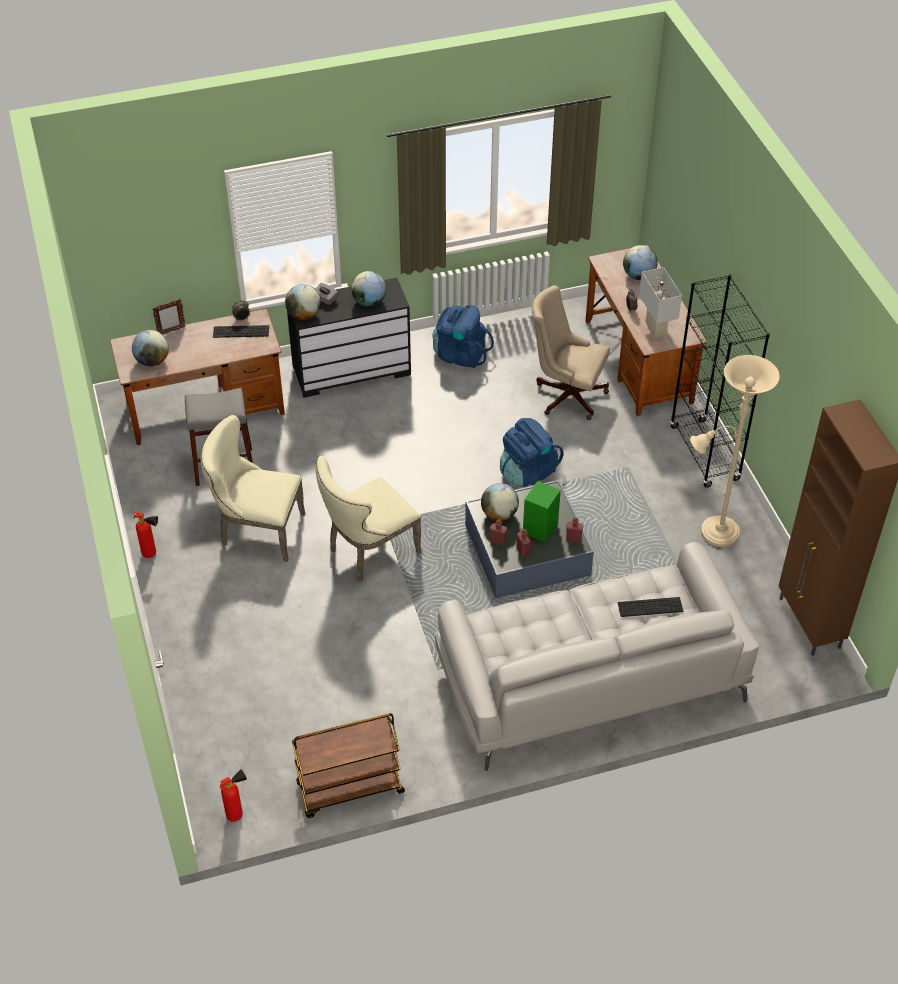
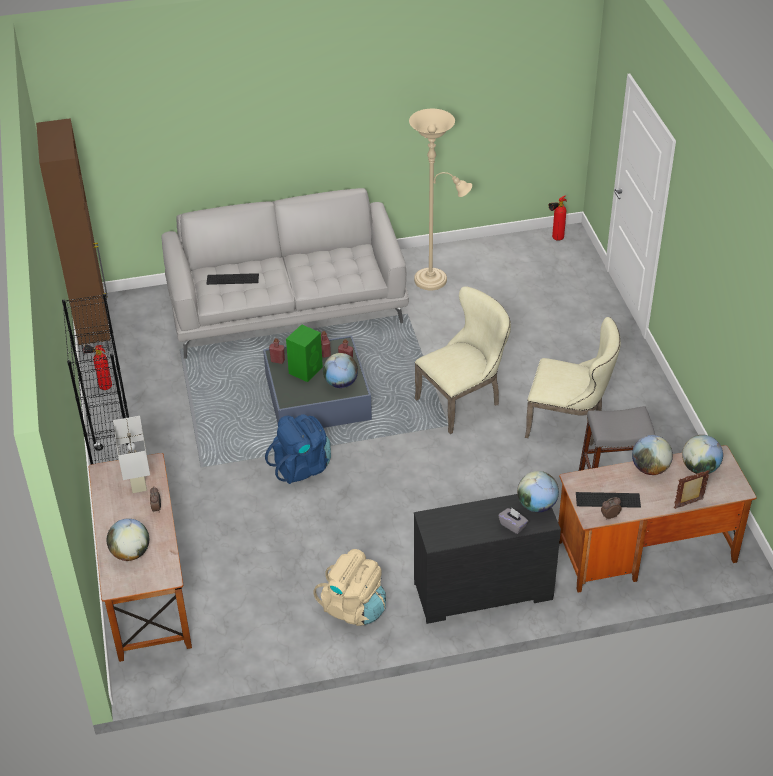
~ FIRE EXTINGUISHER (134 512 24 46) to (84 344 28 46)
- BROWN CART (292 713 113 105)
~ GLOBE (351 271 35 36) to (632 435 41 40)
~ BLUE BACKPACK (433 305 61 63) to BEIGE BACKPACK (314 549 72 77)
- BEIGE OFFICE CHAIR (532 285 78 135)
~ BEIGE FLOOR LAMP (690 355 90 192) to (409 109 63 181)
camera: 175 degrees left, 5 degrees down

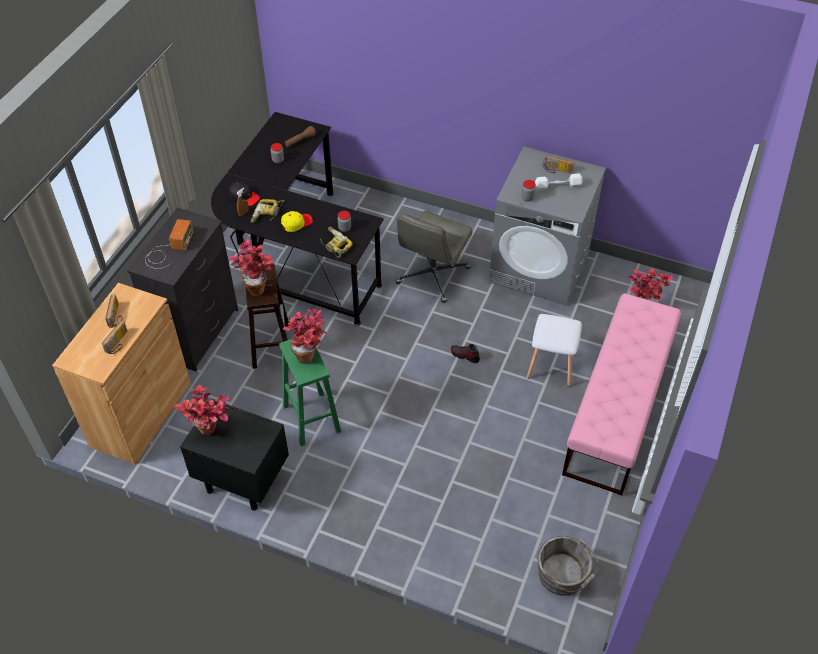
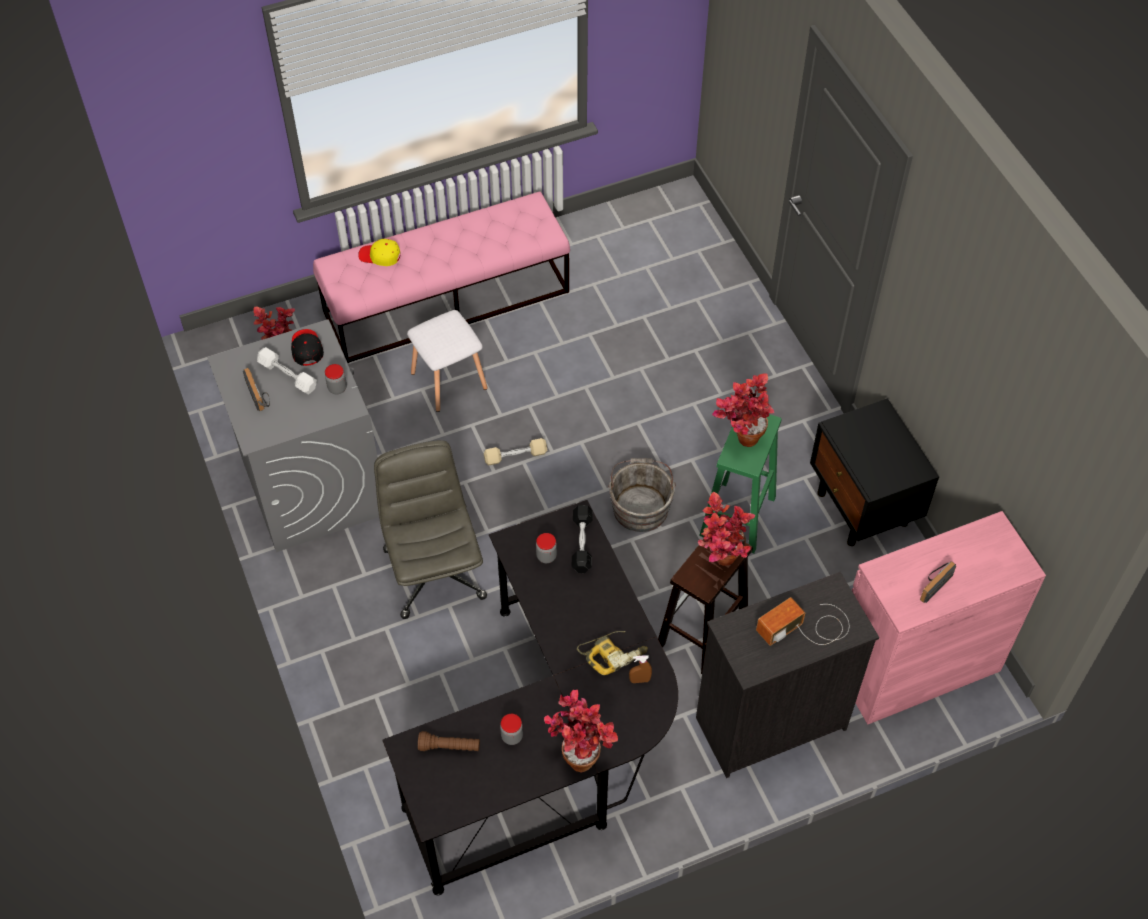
~ BROWN CABINET (52 283 139 182) to PINK CABINET (852 511 194 213)
- RADIO (102 321 25 33)
~ POTTED PLANT (174 385 56 50) to (544 690 74 83)
~ BLACK CAP (230 181 30 25) to (291 329 33 37)
~ YELLOW CAP (281 211 32 21) to (358 239 43 27)
~ POWER DRILL (320 227 33 31) to BLACK DUMBBELL (572 505 21 68)
~ GREY OFFICE CHAIR (396 211 77 92) = (374 440 113 179) 90 degrees counterclockwise
~ SHOE (451 344 29 19) to BEIGE DUMBBELL (484 438 63 28)
~ GREY BUCKET (537 536 62 60) to (608 458 68 74)
camera: 135 degrees left, 5 degrees up

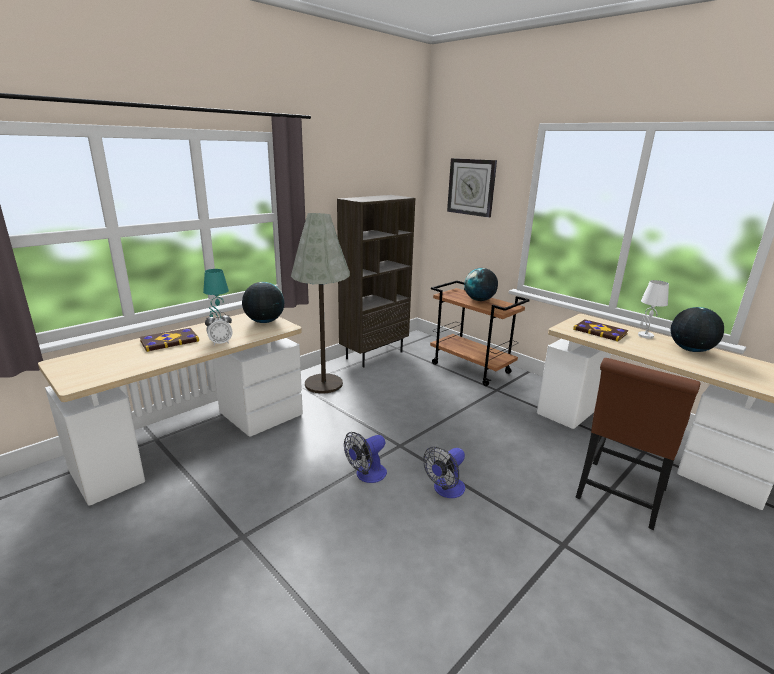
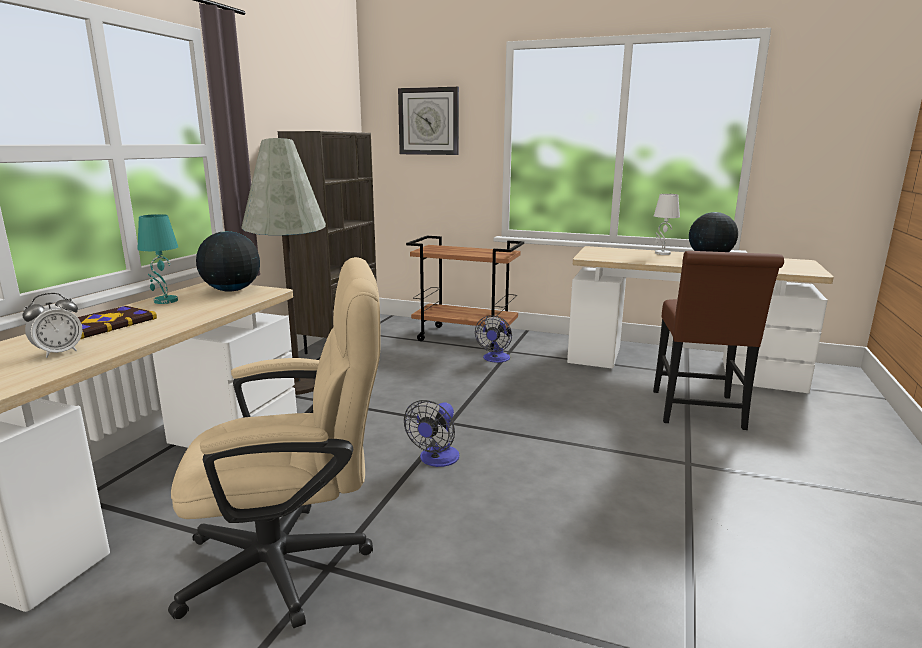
~ ALARM CLOCK (205 312 27 33) to (22 293 61 65)
~ FAN (423 447 42 51) to (475 315 37 48)
- GLOBE (464 268 34 33)
- BOOK (573 319 55 22)
+ BEIGE OFFICE CHAIR (168 257 213 371)
camera: 25 degrees left, 5 degrees down

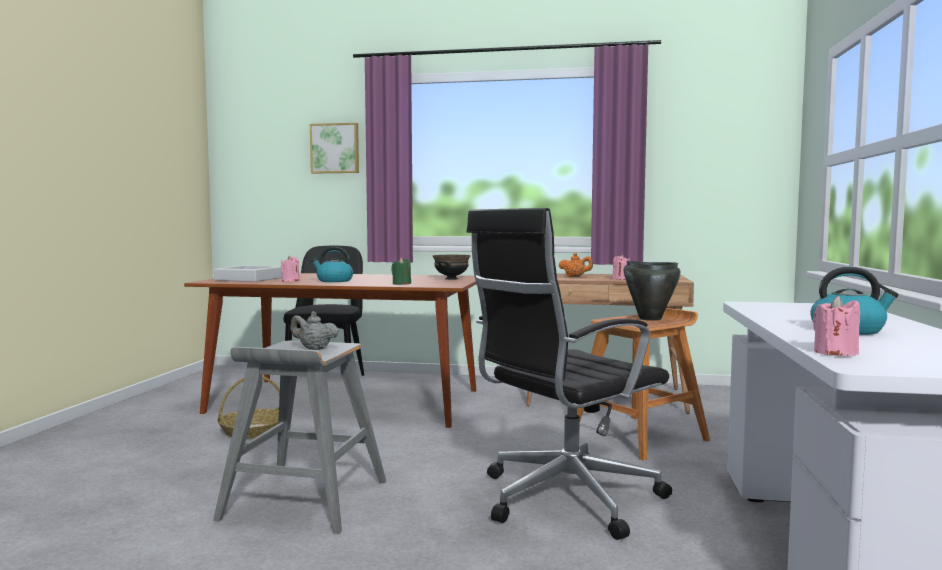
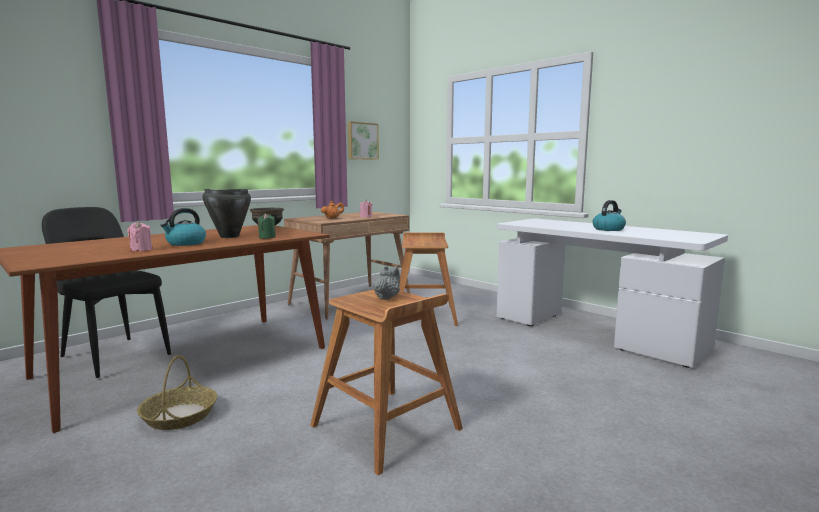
~ GREY STOOL (213 341 173 193) to BROWN STOOL (310 290 153 185)
- GREY TRAY (214 266 68 16)
~ GREY TEAPOT (290 311 49 39) = (374 265 26 35) 150 degrees clockwise
~ PICTURE (310 123 49 51) to (348 121 31 39)
- BLACK OFFICE CHAIR (466 208 206 332)
~ BLACK COOKING POT (624 261 57 60) to (203 189 48 49)
- PINK CANDLE (813 296 47 60)
camera: 55 degrees left, 5 degrees up

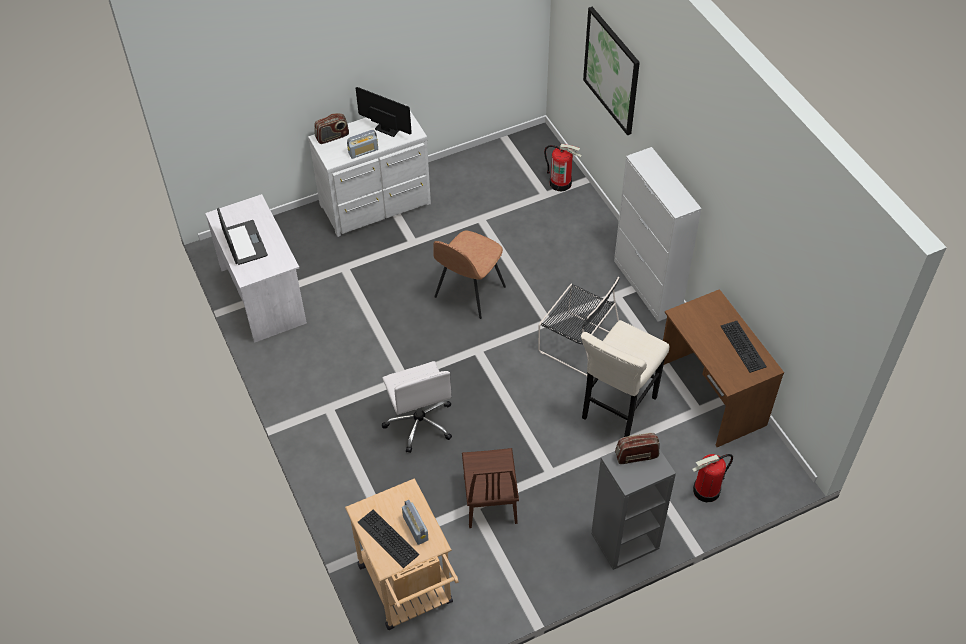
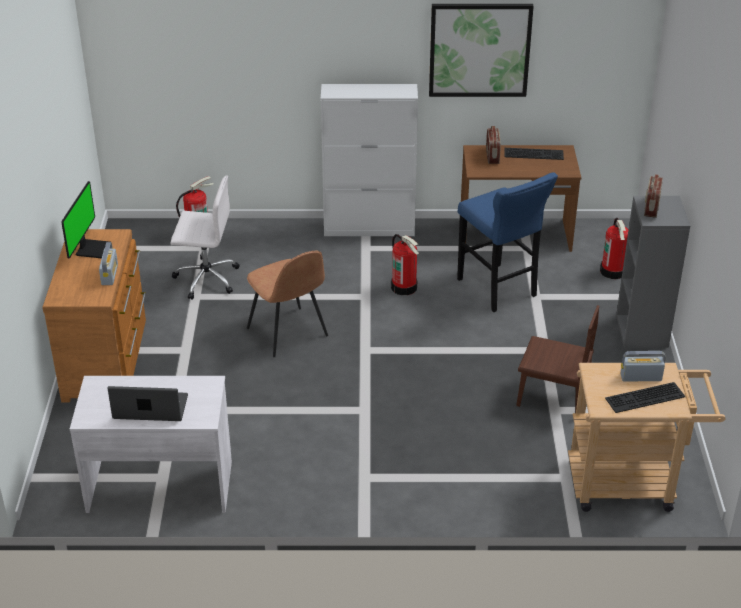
~ WHITE DRESSER (308 105 123 132) to BROWN DRESSER (42 229 104 174)
~ RADIO (314 113 35 31) to (486 126 15 38)
~ MONITOR (356 87 56 50) = (62 181 47 78) 135 degrees clockwise
~ WHITE OFFICE CHAIR (382 361 70 92) to (170 175 69 125)
~ BLACK CHAIR (538 277 82 100) to FIRE EXTINGUISHER (391 234 29 61)
~ BEIGE STOOL (581 320 88 117) to BLUE STOOL (457 172 101 140)
~ PICTURE (583 7 57 129) to (429 4 105 93)
camera: 65 degrees left, 15 degrees down

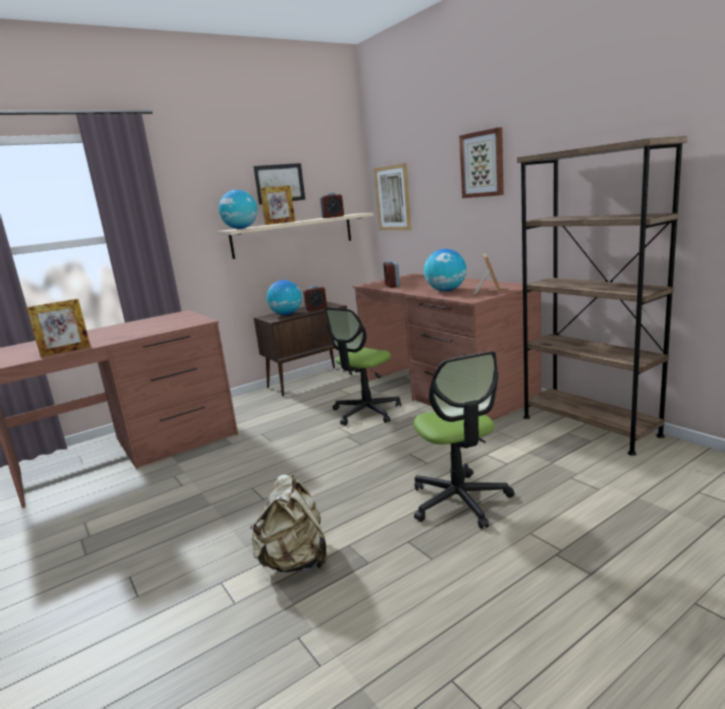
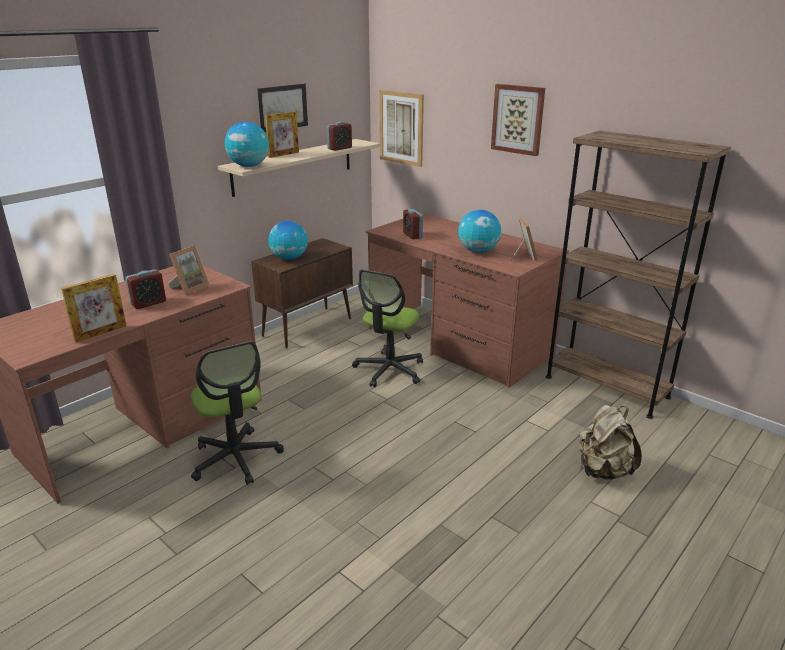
~ BEIGE BACKPACK (250 474 77 98) to (579 405 63 75)
~ ALARM CLOCK (302 286 25 25) to (125 269 41 40)
~ OFFICE CHAIR (413 351 101 178) to (191 341 93 144)
+ PICTURE FRAME (168 245 42 50)
camera: 15 degrees left, 10 degrees up

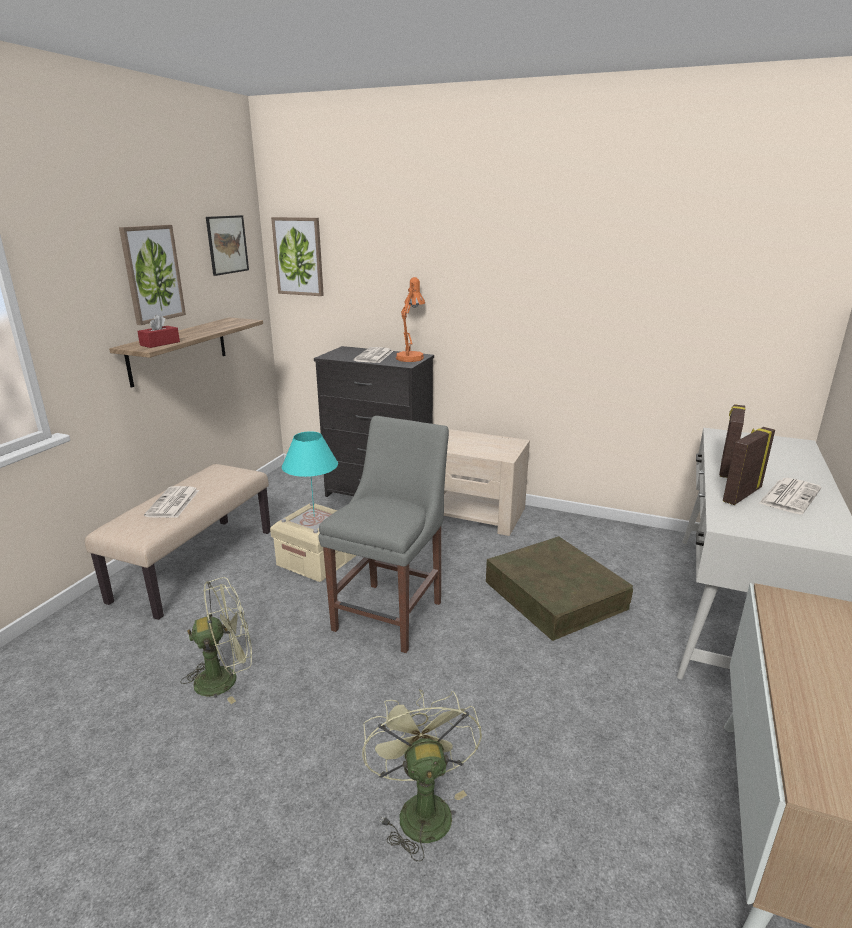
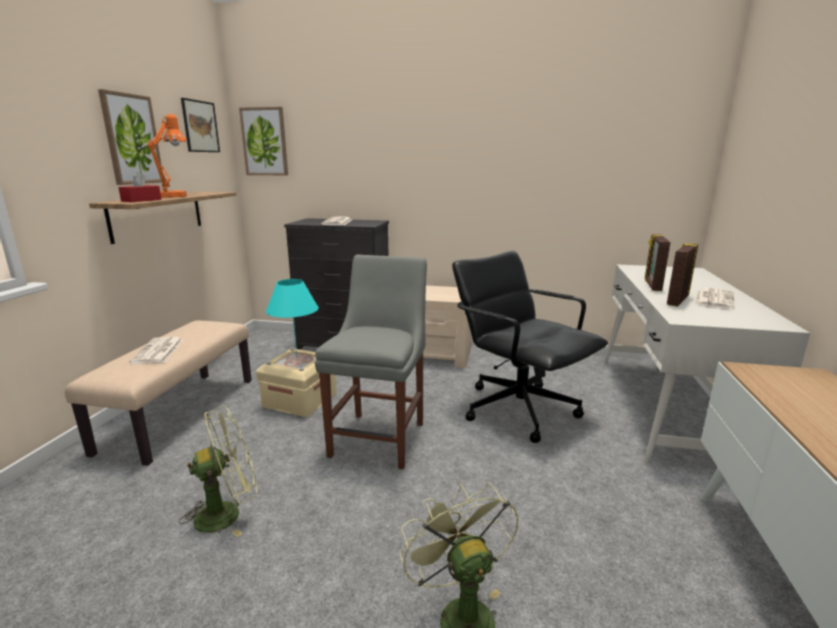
~ ORANGE TABLE LAMP (396 277 29 85) to (147 114 40 84)
~ BROWN STORAGE BOX (486 536 147 105) to BLACK OFFICE CHAIR (452 251 156 192)
camera: 10 degrees left, 5 degrees down

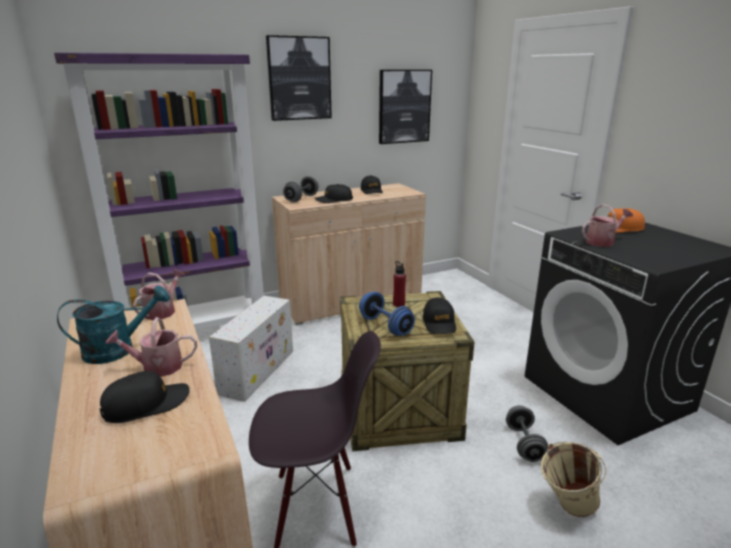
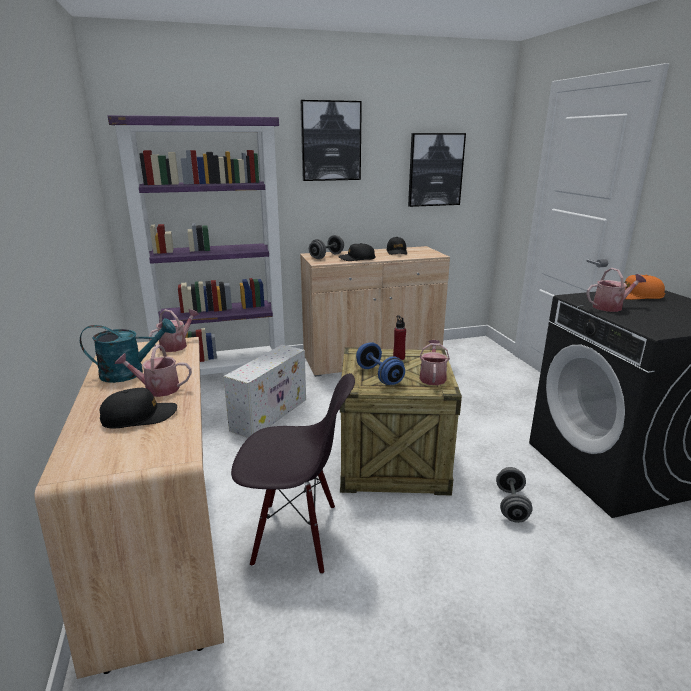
~ BLACK CAP (423 297 33 37) to WATERING CAN (419 340 31 45)
- BEIGE BUCKET (541 442 65 75)
camera: 10 degrees right, 0 degrees up

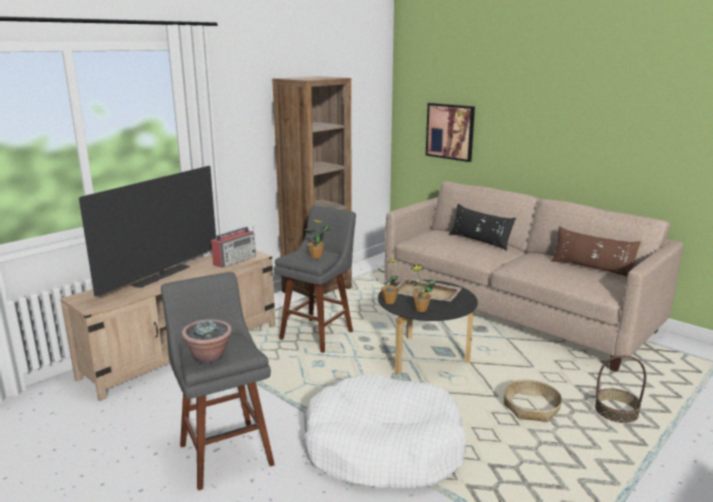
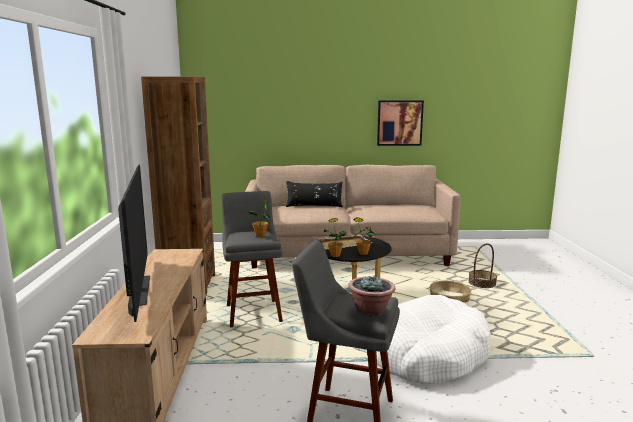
- RADIO (211 227 45 41)
~ PICTURE (426 103 49 59) to (377 100 47 46)
- BROWN PILLOW (551 226 90 51)
camera: 45 degrees left, 5 degrees down

